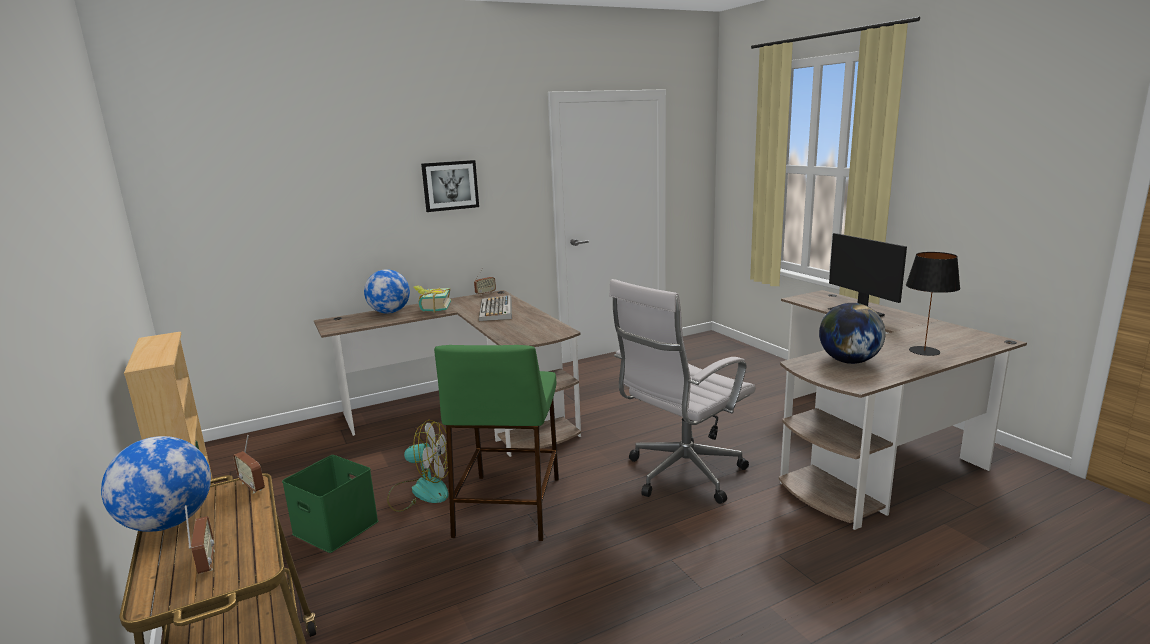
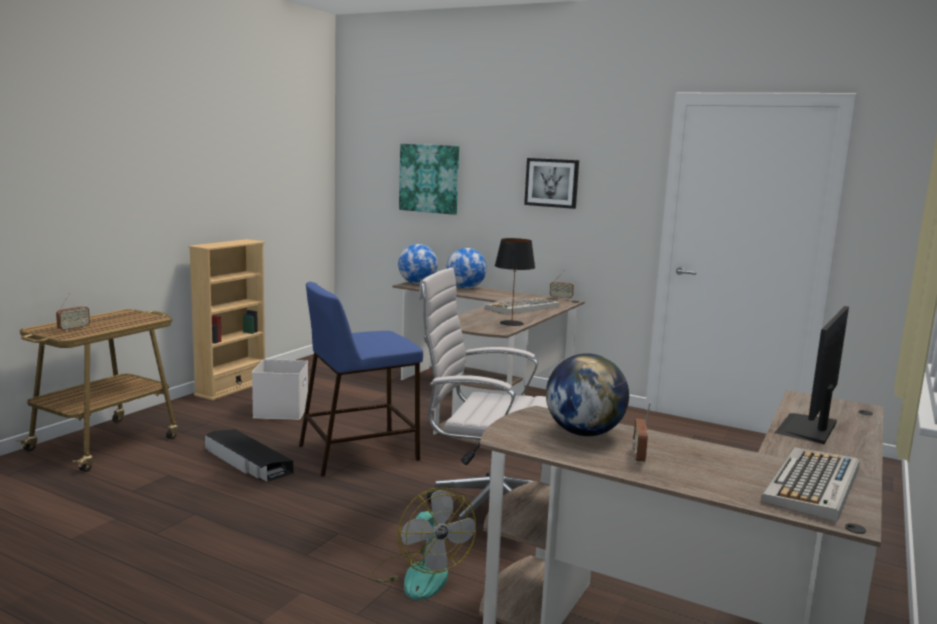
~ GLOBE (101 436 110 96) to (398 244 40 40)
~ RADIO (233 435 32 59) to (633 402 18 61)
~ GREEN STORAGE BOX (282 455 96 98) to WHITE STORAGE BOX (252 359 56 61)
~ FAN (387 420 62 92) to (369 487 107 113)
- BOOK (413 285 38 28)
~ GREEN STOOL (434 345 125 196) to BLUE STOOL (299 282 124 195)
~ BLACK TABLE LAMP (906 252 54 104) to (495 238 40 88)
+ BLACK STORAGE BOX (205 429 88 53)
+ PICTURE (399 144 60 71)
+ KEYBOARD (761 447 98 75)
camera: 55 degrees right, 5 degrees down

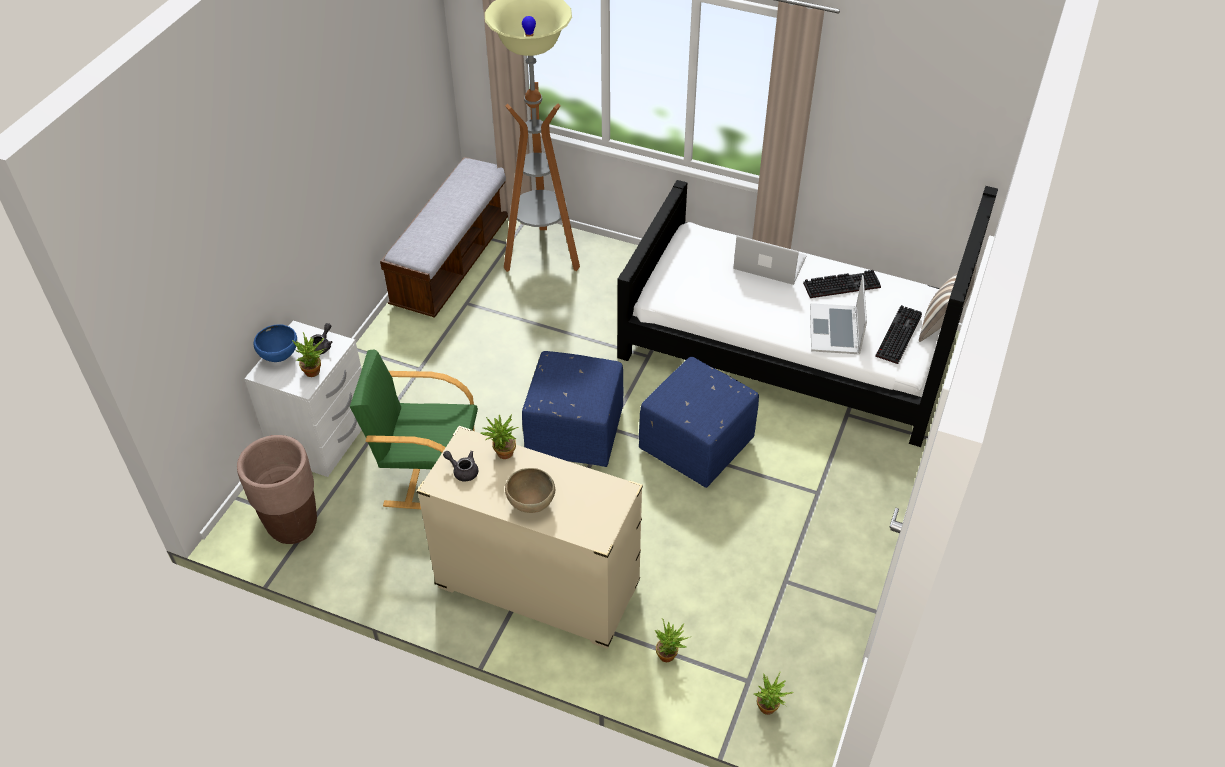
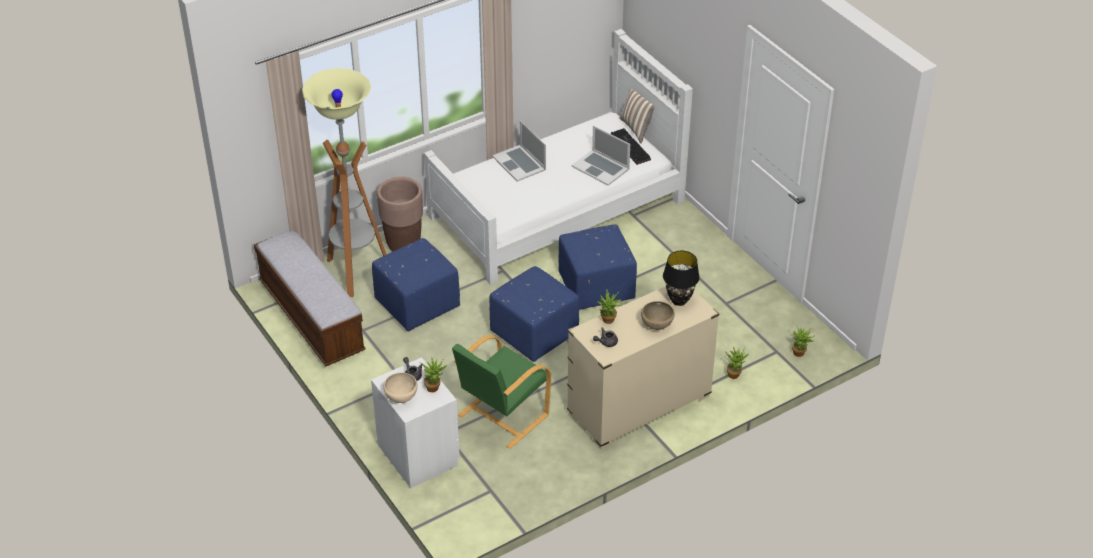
~ BROWN PLANTER (237 435 80 109) to (377 177 46 75)
~ BLUE BOWL (254 324 43 38) to BEIGE BOWL (383 372 35 31)
~ BLACK BED (617 180 381 267) to WHITE BED (424 29 269 256)
~ LAPTOP (733 235 74 50) = (492 120 54 62) 90 degrees counterclockwise
- KEYBOARD (803 270 78 28)
+ BLUE OTTOMAN (372 238 88 93)
+ BLACK TABLE LAMP (663 251 37 55)
camera: 55 degrees left, 5 degrees down

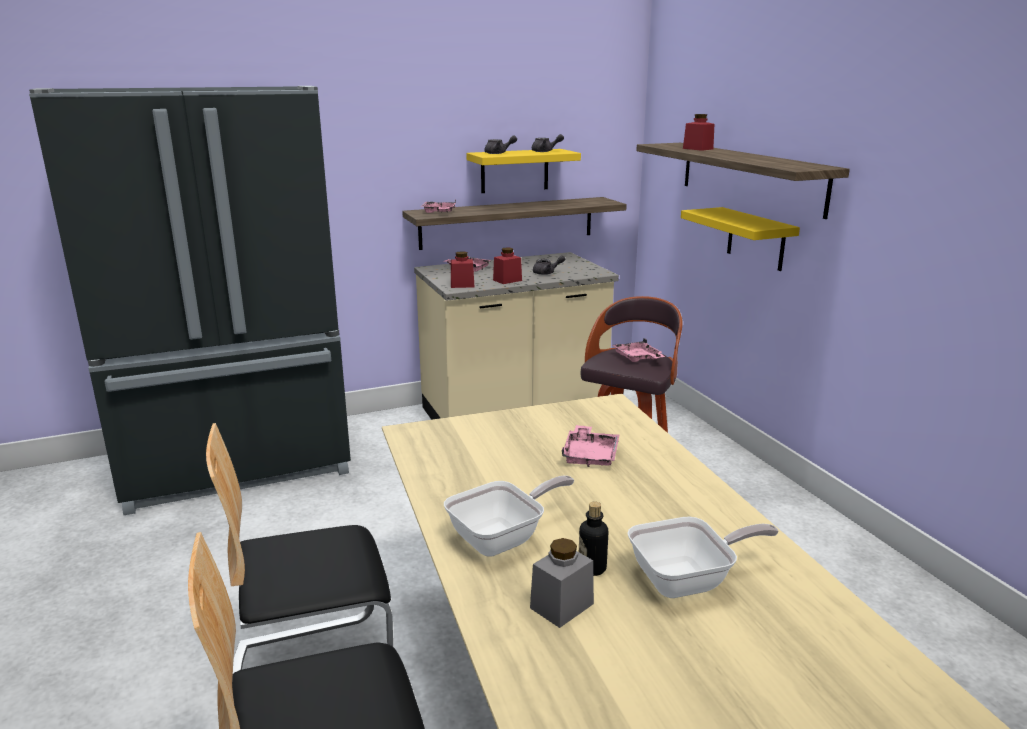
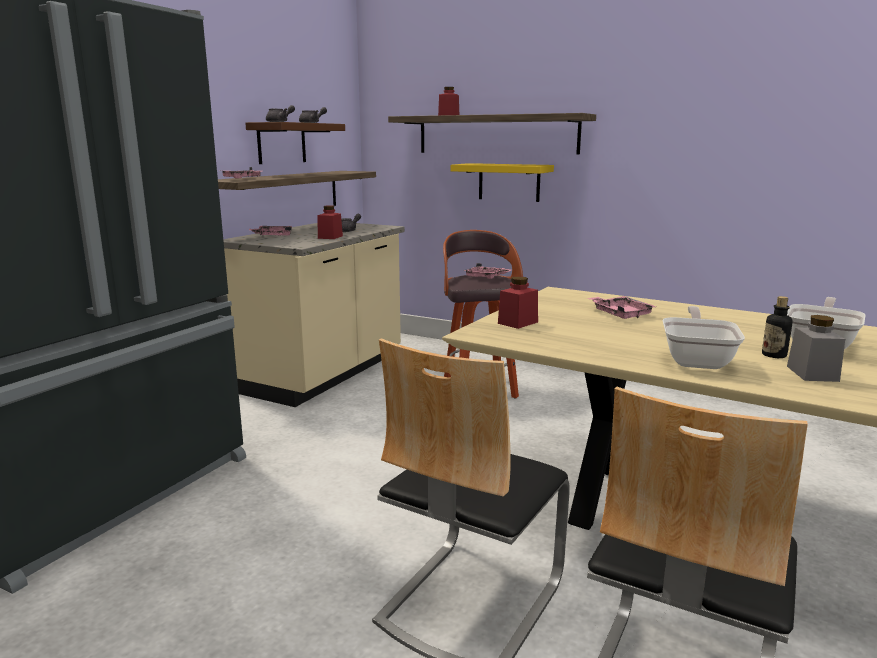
~ RED JAR (451 251 24 37) to (498 276 40 53)
~ YELLOW SHELF (466 149 115 44) to BROWN SHELF (245 122 100 42)
camera: 40 degrees left, 5 degrees down

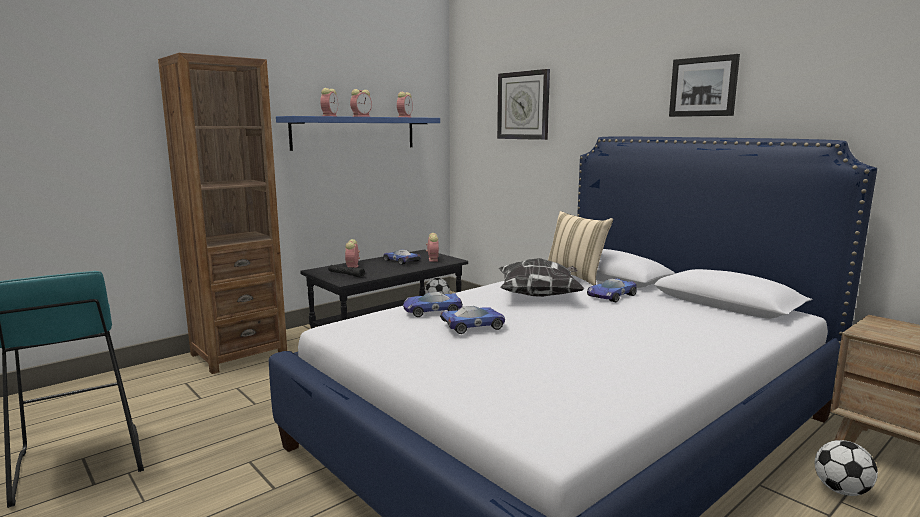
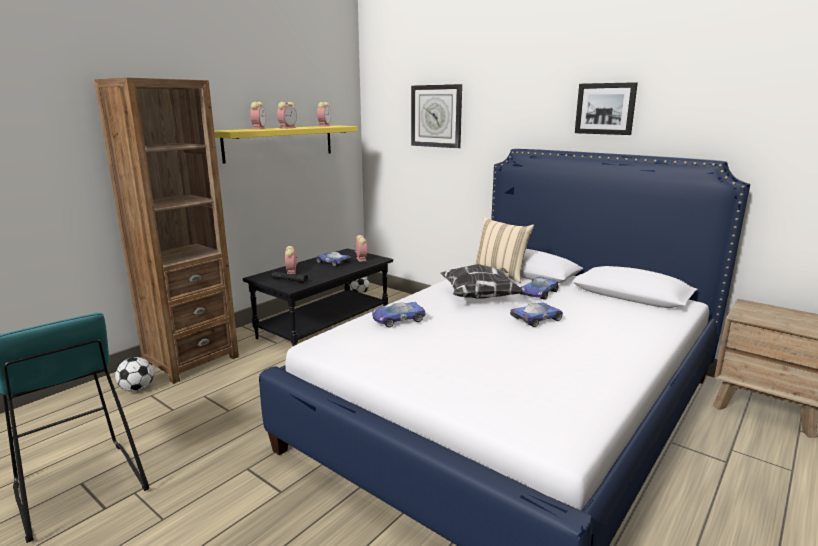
~ BLUE SHELF (276 116 164 35) to YELLOW SHELF (214 125 144 39)
~ TOY CAR (440 306 65 28) to (510 303 53 24)
~ FOOTBALL (815 440 63 56) to (115 357 39 35)
camera: 10 degrees left, 5 degrees up

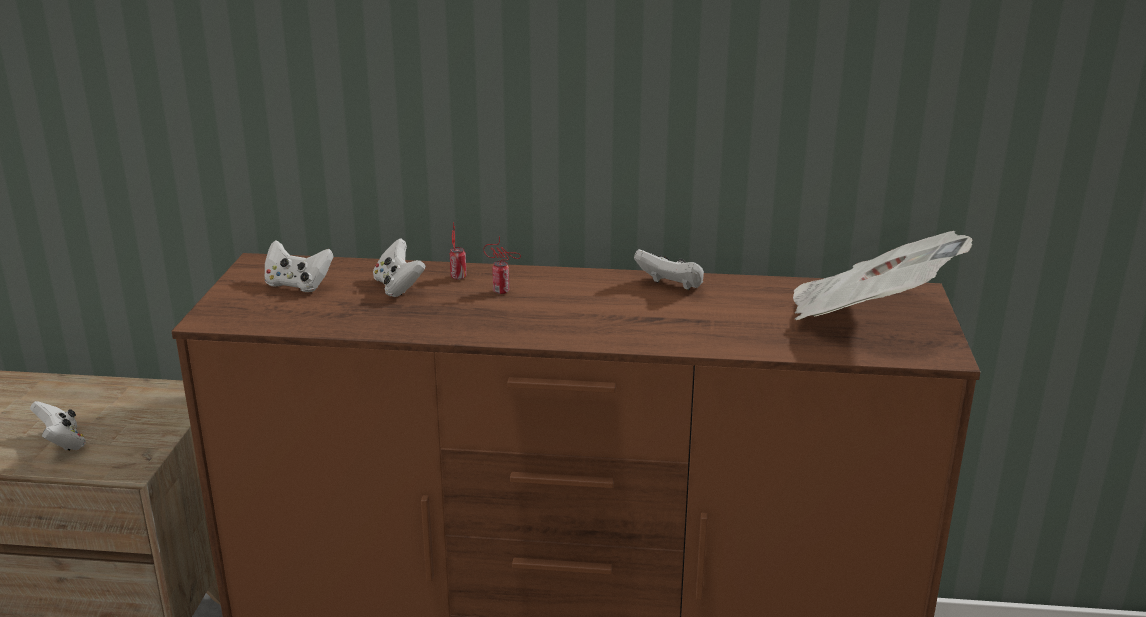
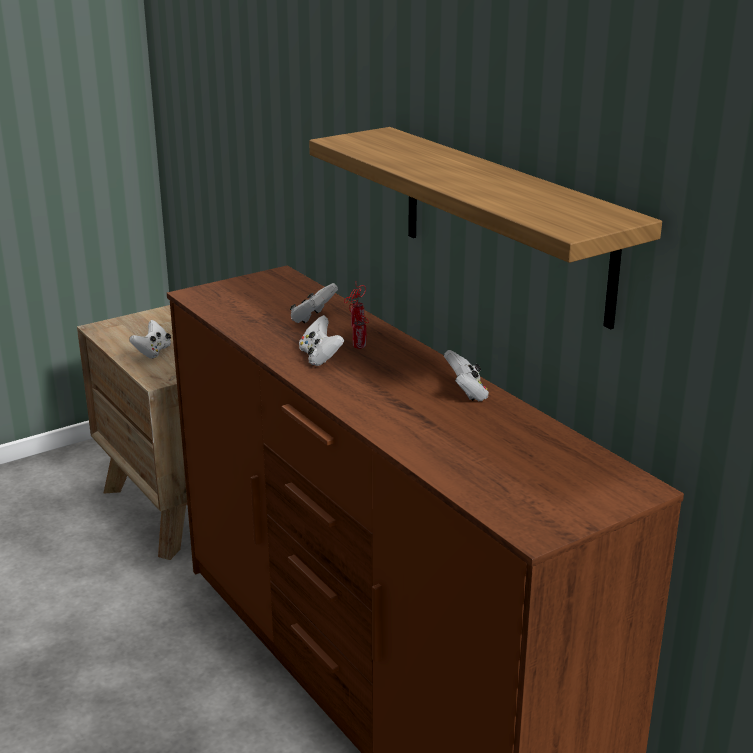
~ WHITE GAME CONTROLLER (265 240 69 52) to (299 315 45 51)
- NEWSPAPER (793 231 179 89)
+ SHELF (309 127 353 202)
camera: 50 degrees right, 0 degrees up

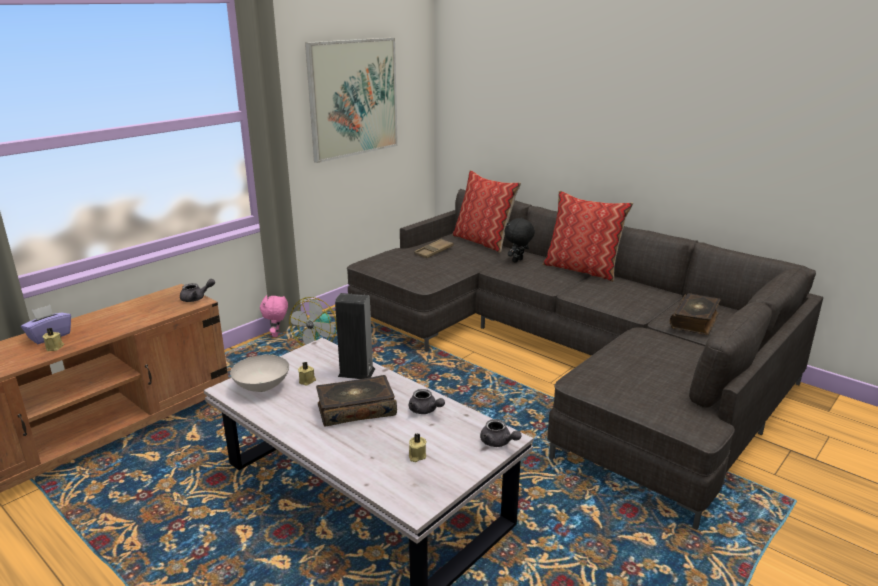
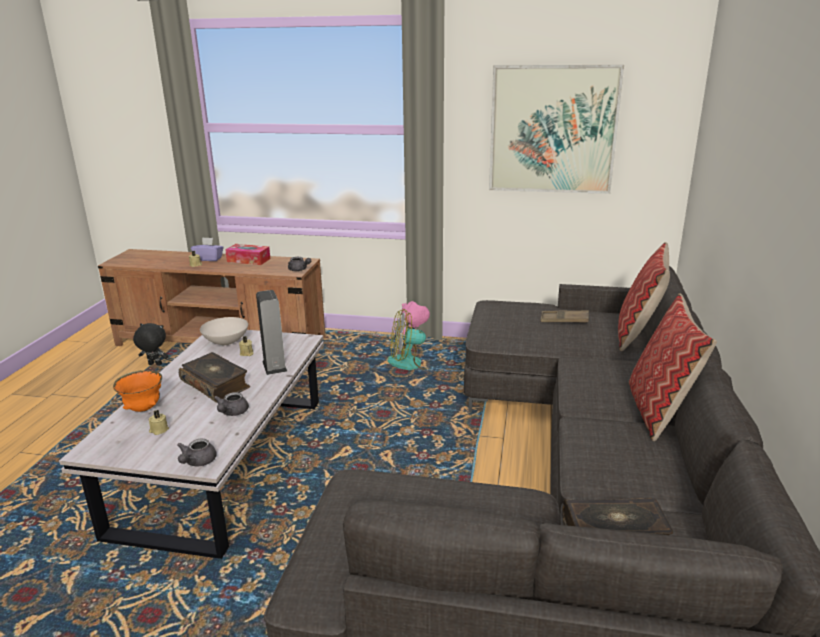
~ BLACK PLUSH TOY (505 218 30 45) to (133 323 35 42)
+ ORANGE BOWL (113 370 49 42)
+ TISSUE BOX (225 244 46 21)
camera: 60 degrees right, 0 degrees up

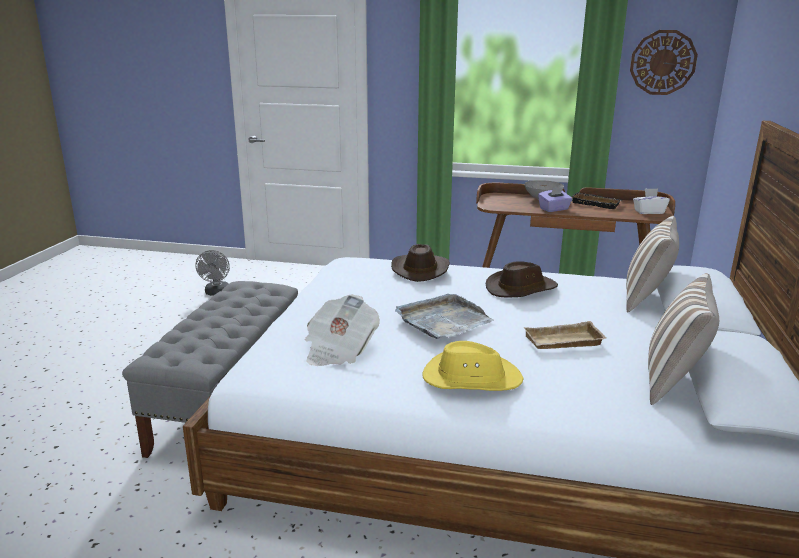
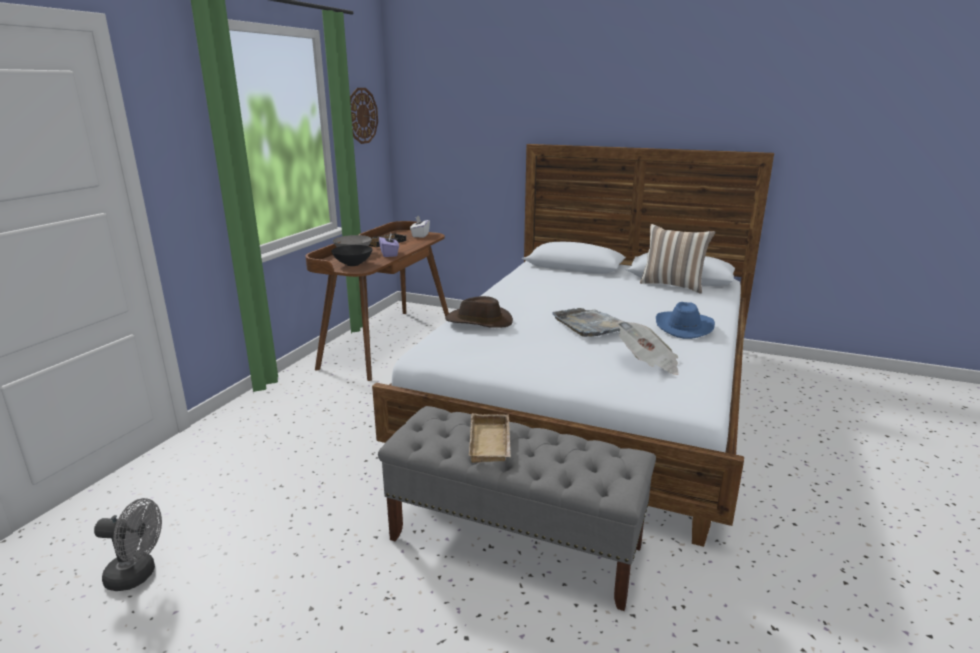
~ YELLOW HAT (422 341 102 50) to BLUE HAT (656 302 59 37)
- BROWN HAT (486 261 72 36)
~ BEIGE TRAY (524 321 82 28) to (469 413 42 50)
- PILLOW (626 216 53 97)
+ BLACK BOWL (331 245 42 21)
camera: 80 degrees left, 0 degrees up

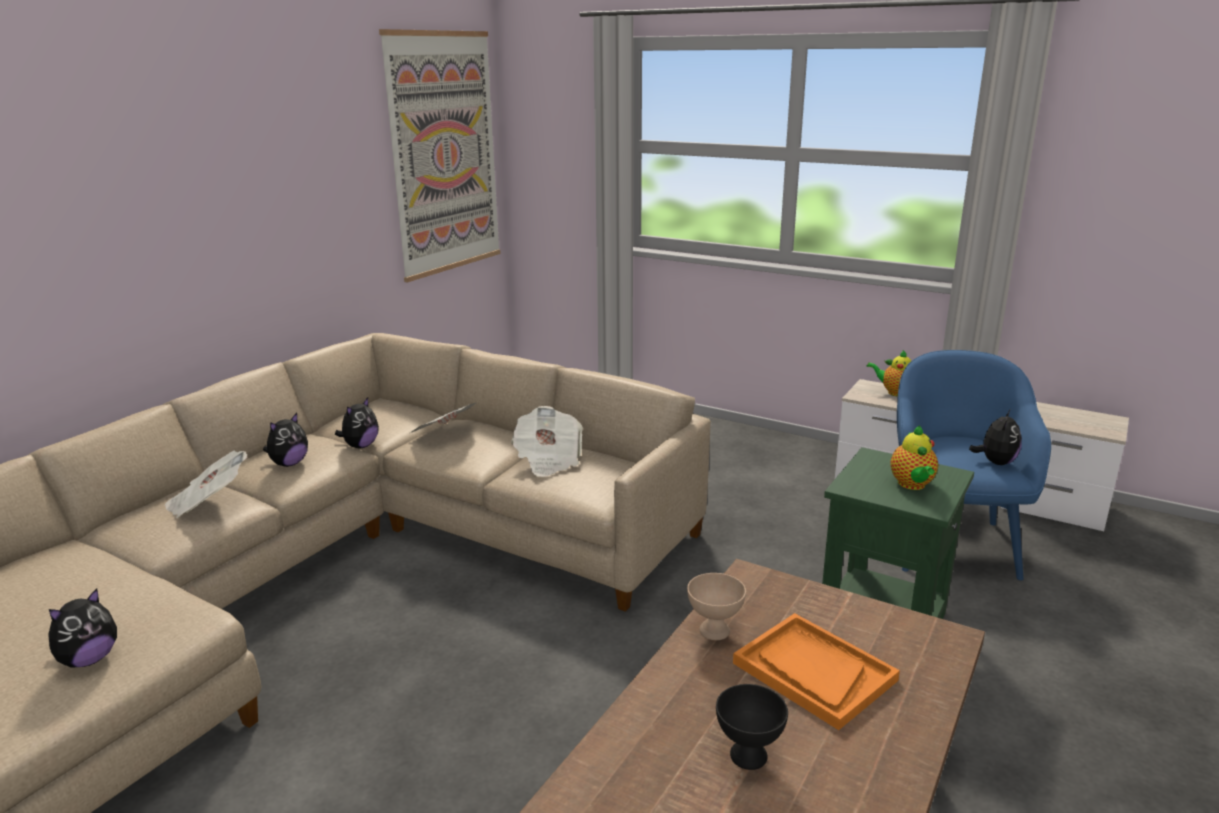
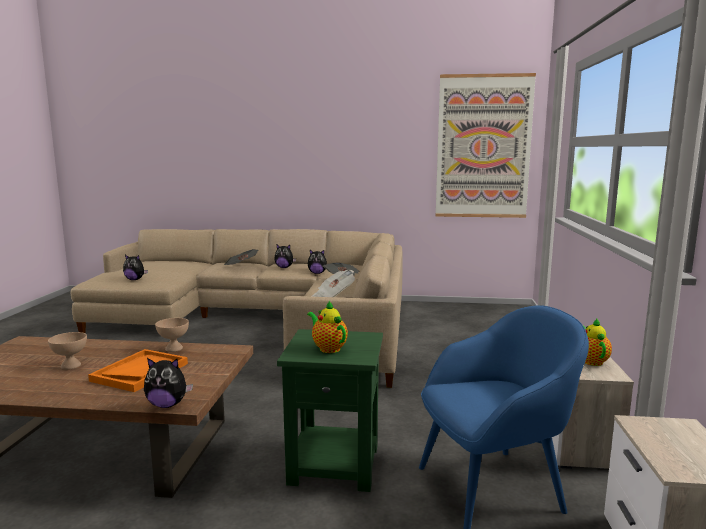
~ BLACK BOWL (716 684 72 86) to BEIGE BOWL (48 332 39 38)
~ TEAPOT (890 425 48 65) = (307 301 41 52) 75 degrees clockwise
~ PLUSH TOY (969 410 53 55) to (144 358 49 50)
camera: 65 degrees right, 10 degrees down

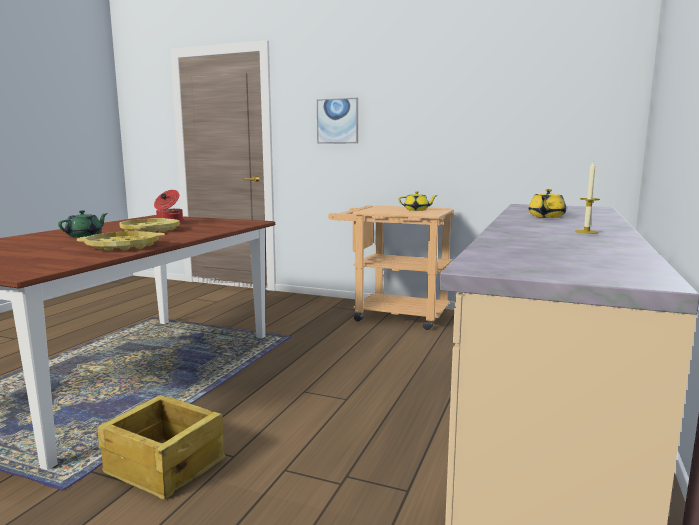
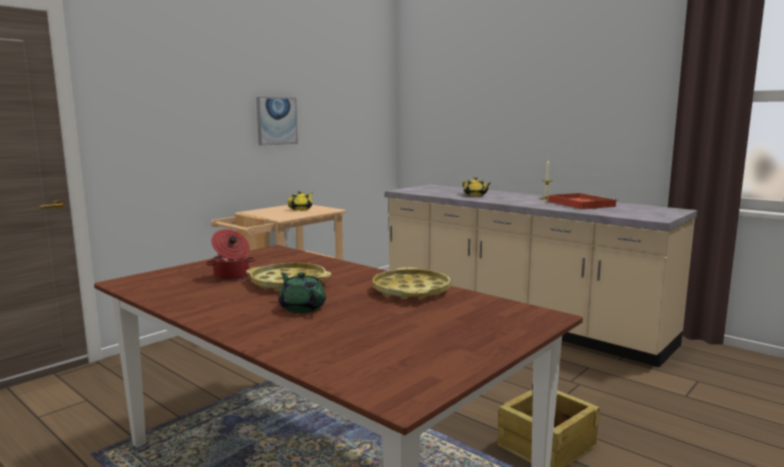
~ PICTURE (317 98 41 46) to (256 97 42 48)
+ RED TRAY (548 193 70 16)
camera: 70 degrees left, 0 degrees up

